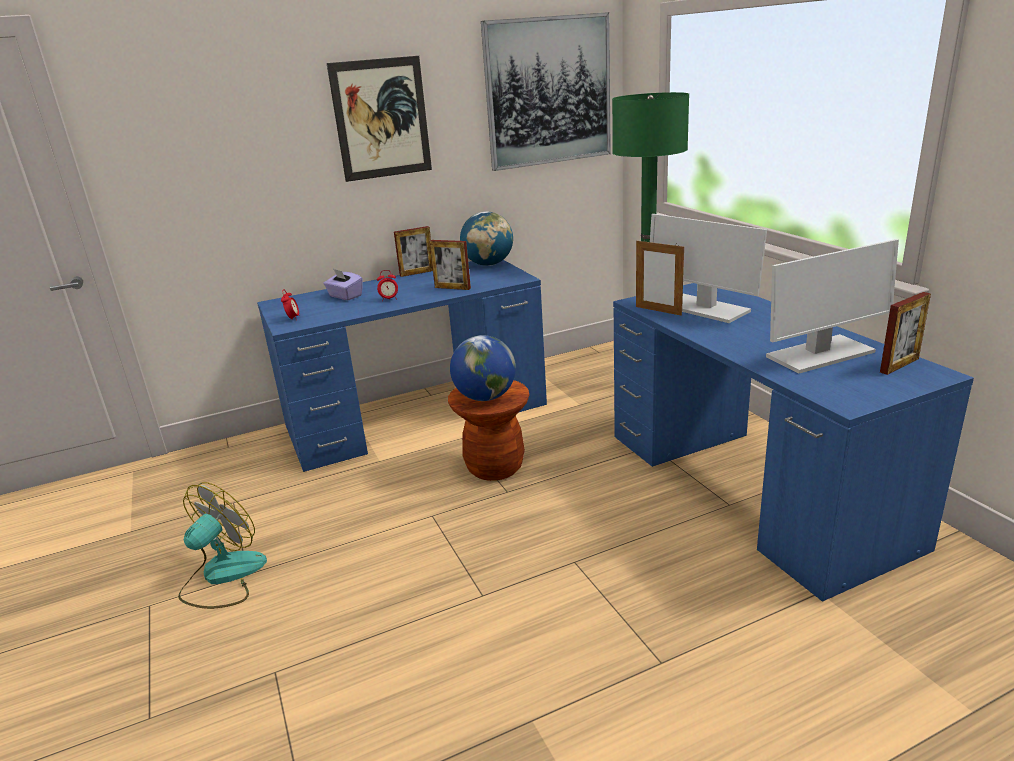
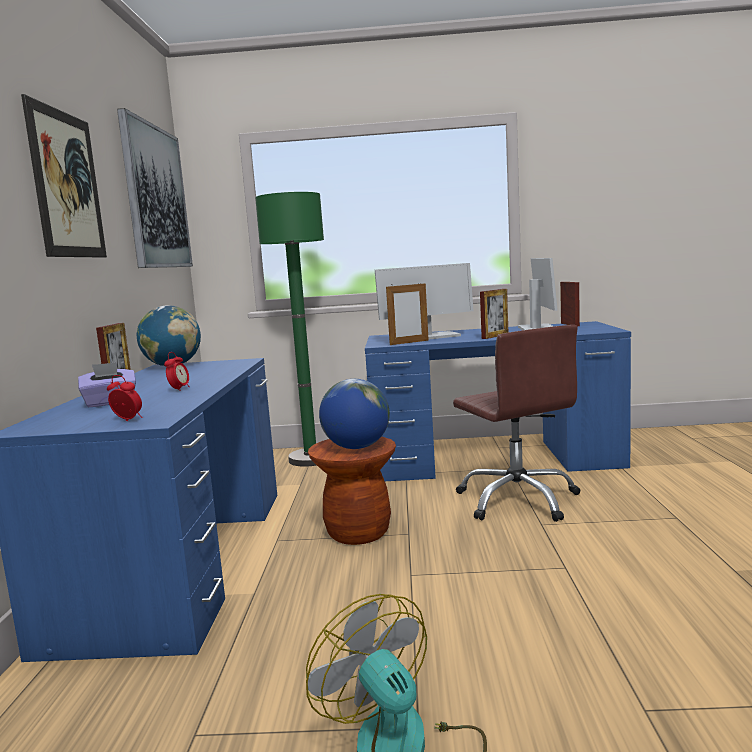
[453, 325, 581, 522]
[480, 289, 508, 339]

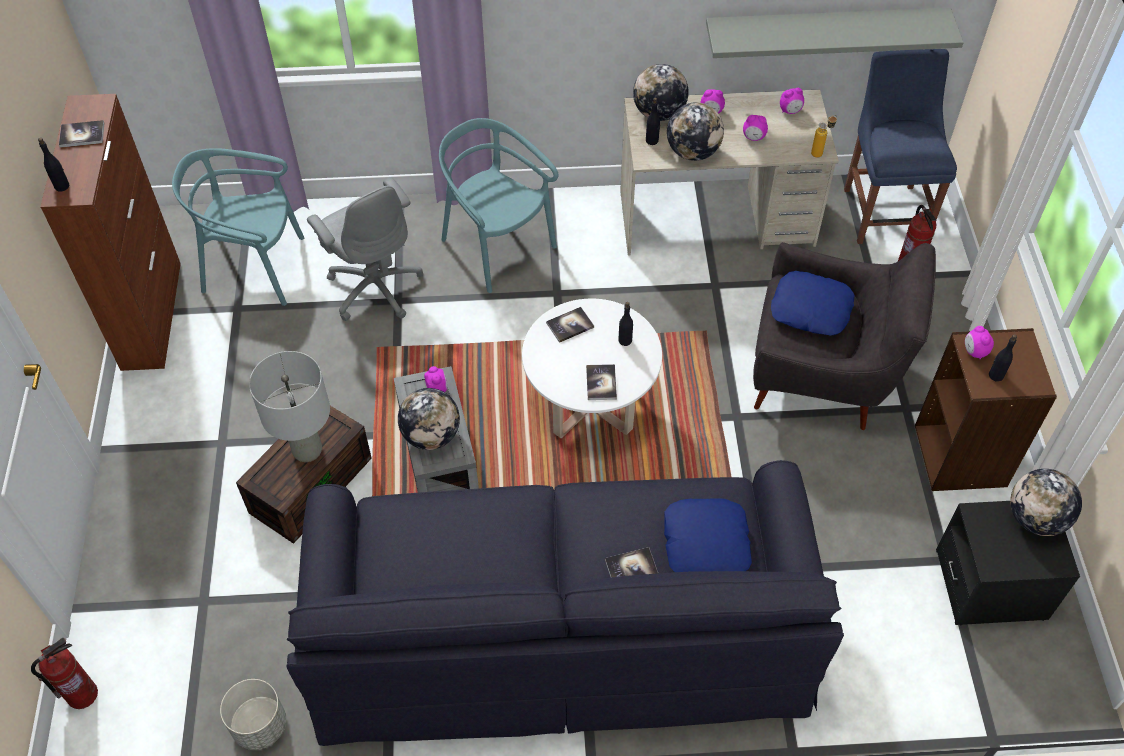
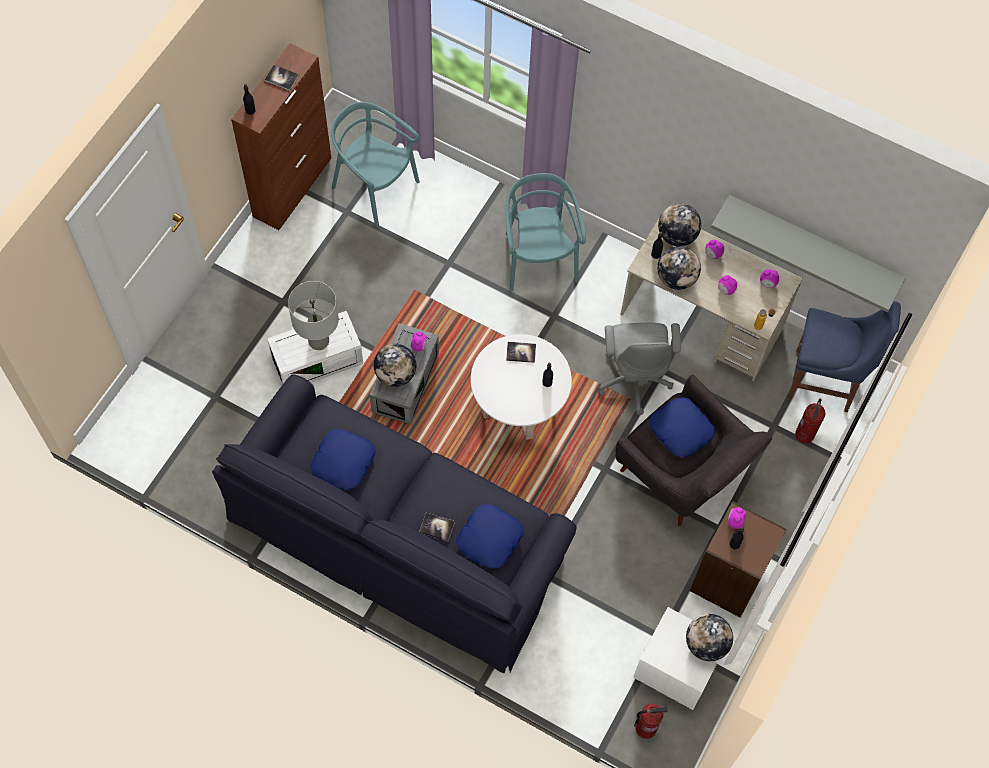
[267, 311, 363, 385]
[310, 429, 376, 490]
[599, 323, 681, 415]
[633, 607, 719, 710]
[634, 703, 668, 739]
[787, 302, 901, 412]
[220, 679, 286, 750] (first image)
[586, 364, 617, 400] (first image)

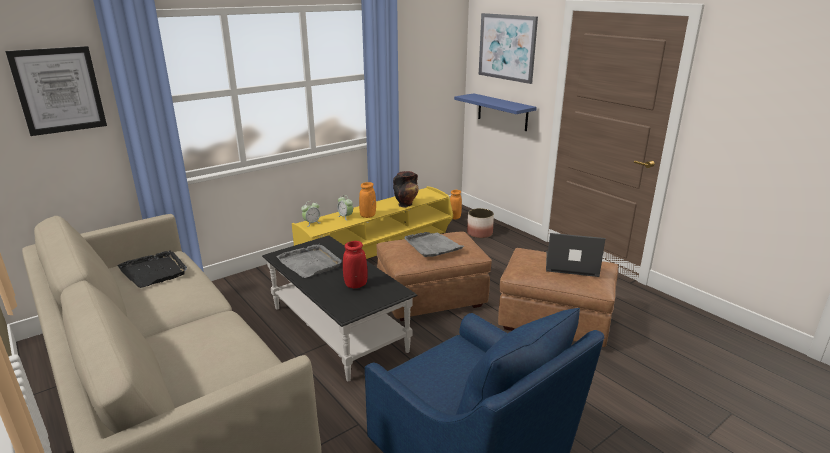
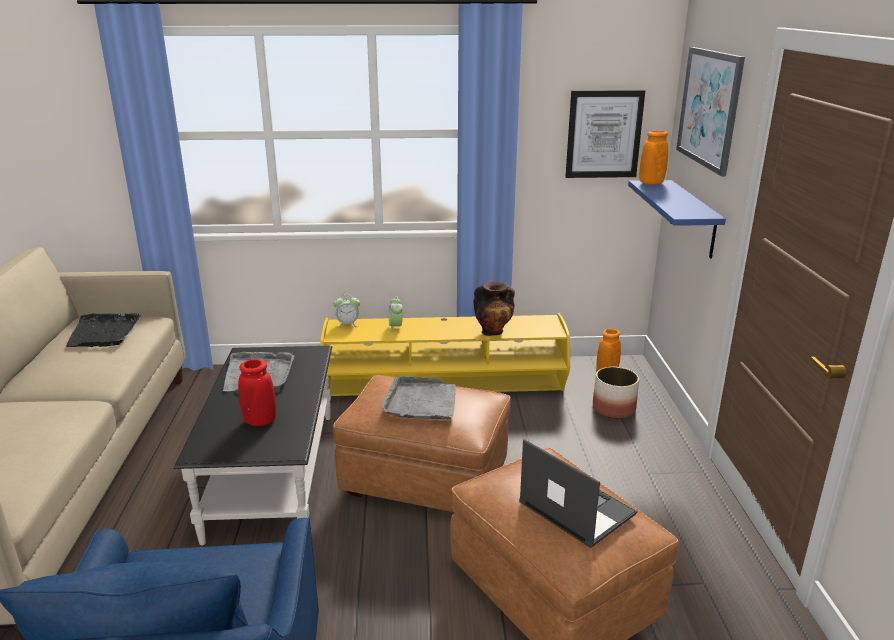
[565, 90, 645, 178]
[639, 131, 668, 185]

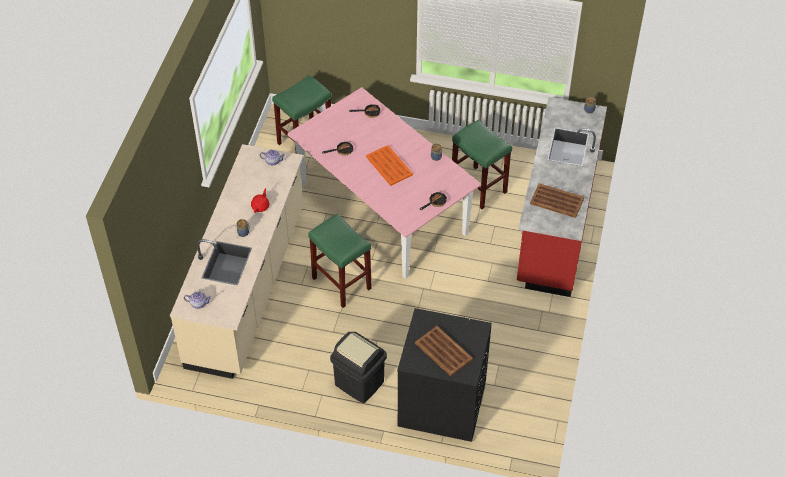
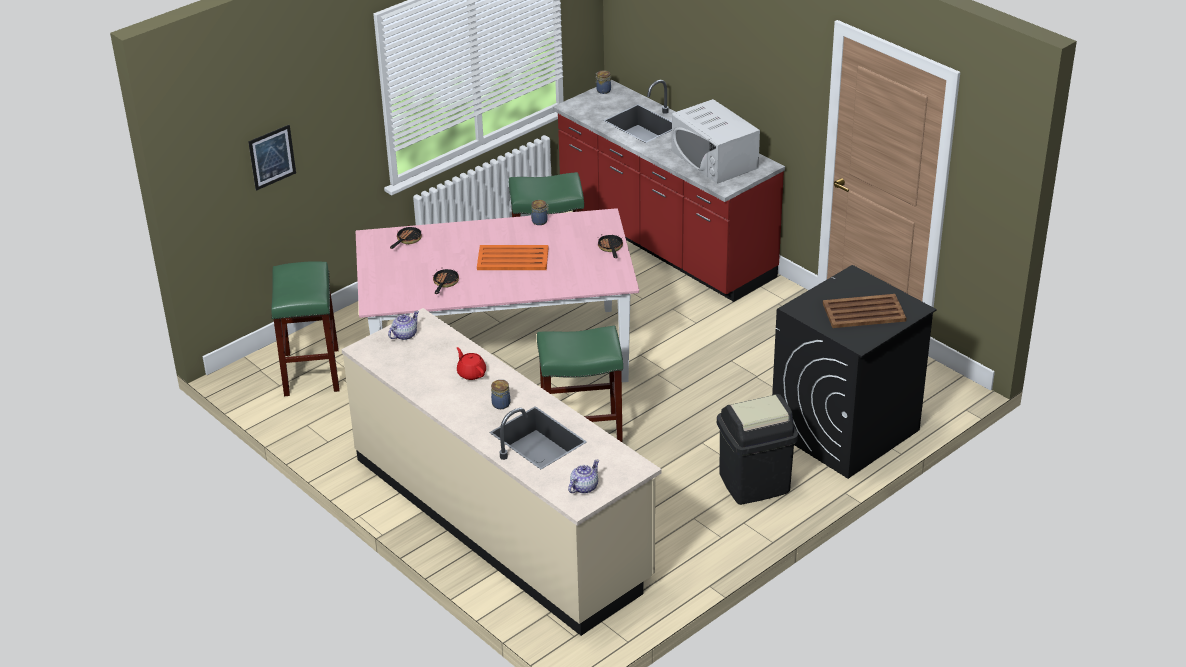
[248, 125, 296, 191]
[672, 99, 760, 184]

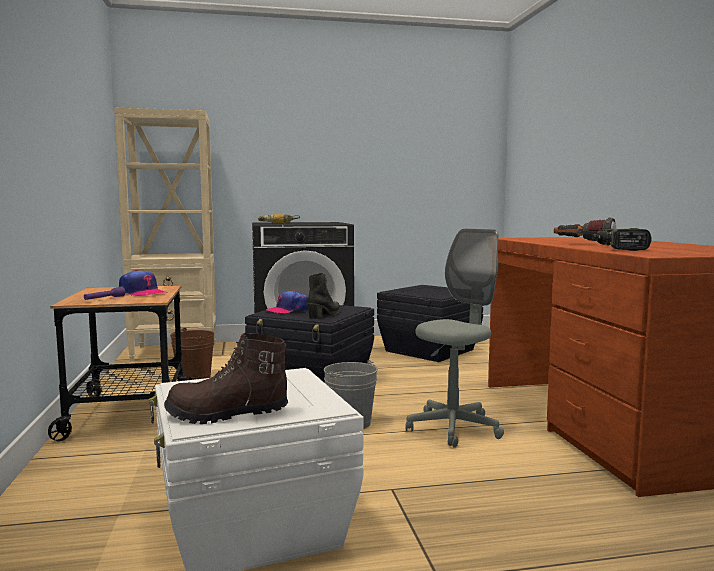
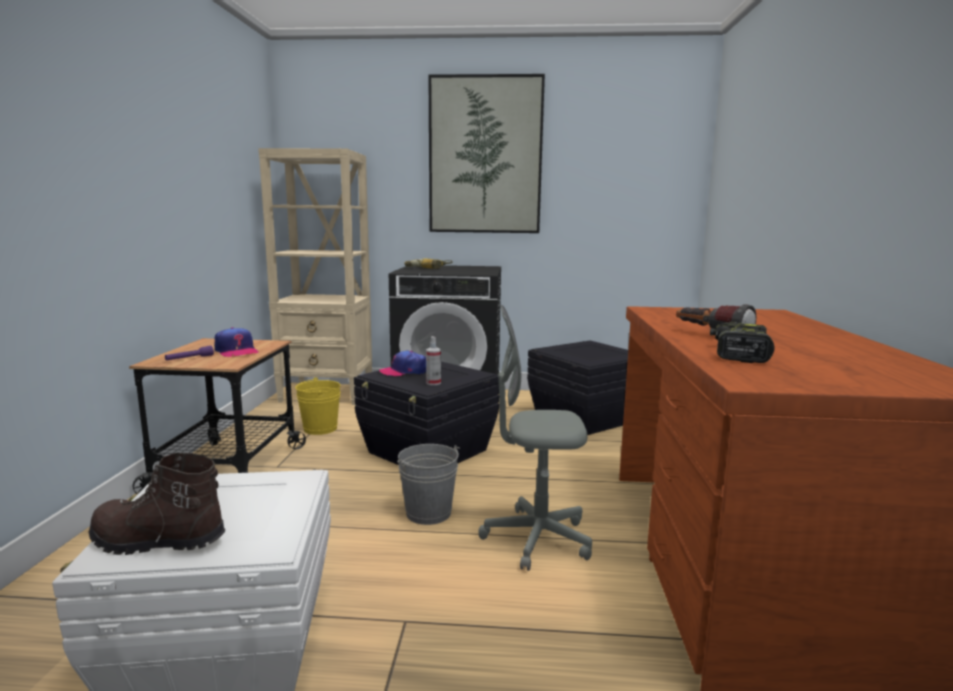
[295, 377, 341, 435]
[426, 336, 441, 385]
[428, 74, 545, 233]
[478, 305, 592, 571]

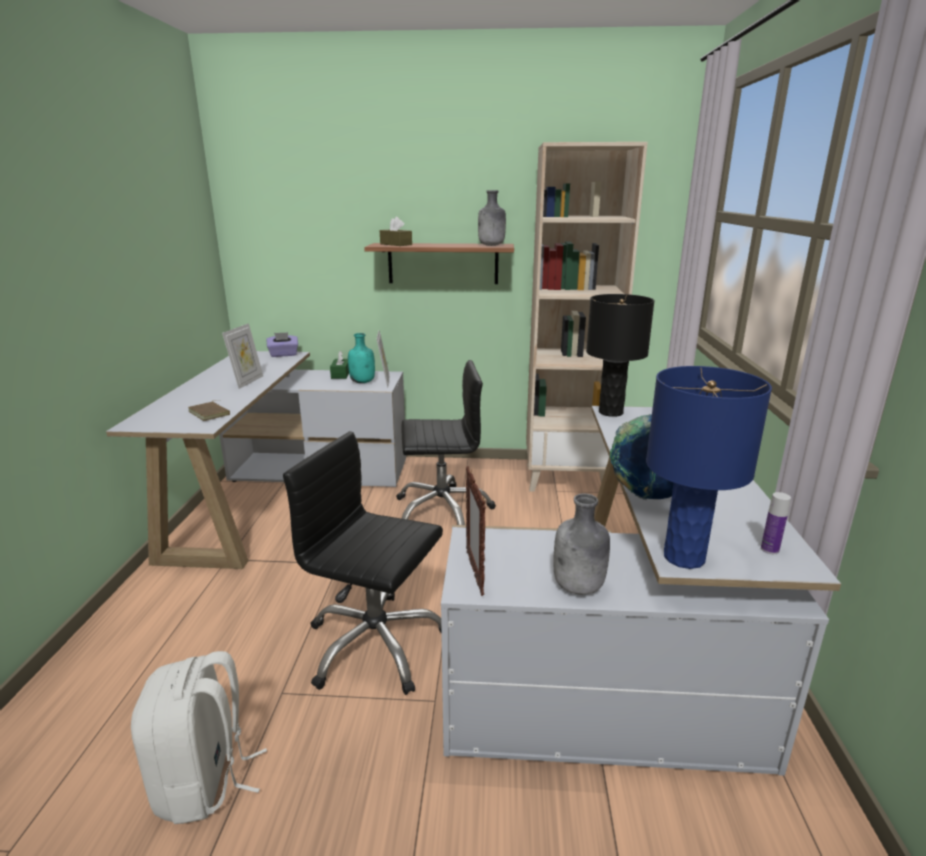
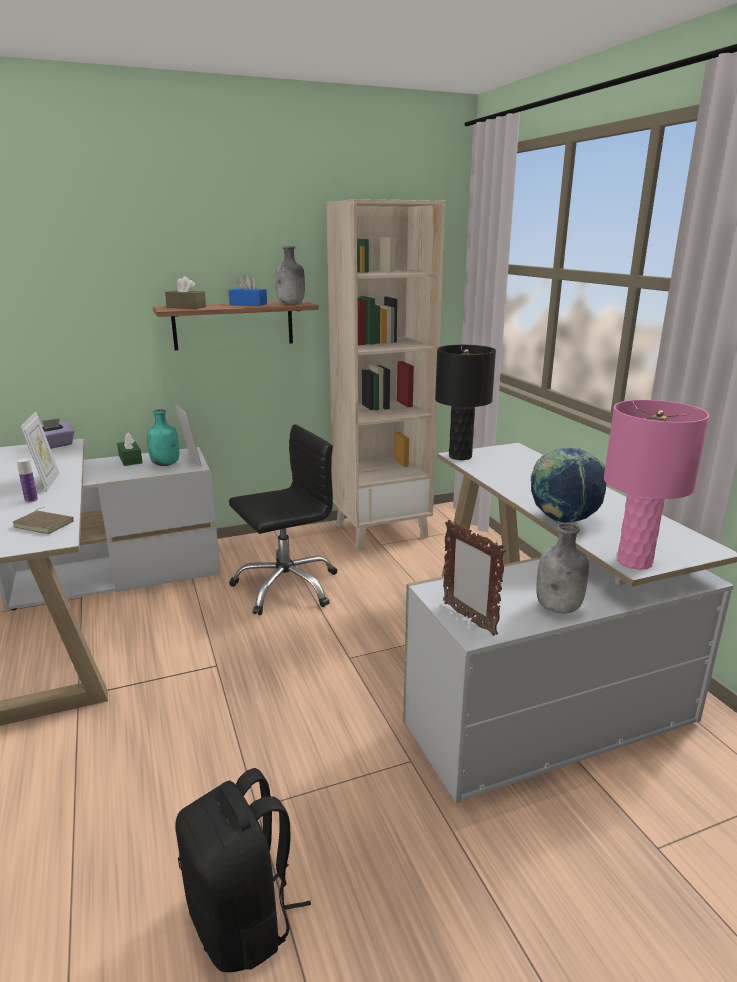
[17, 458, 38, 503]
[175, 768, 311, 972]
[228, 275, 267, 306]
[604, 400, 709, 570]
[283, 431, 443, 695] (first image)

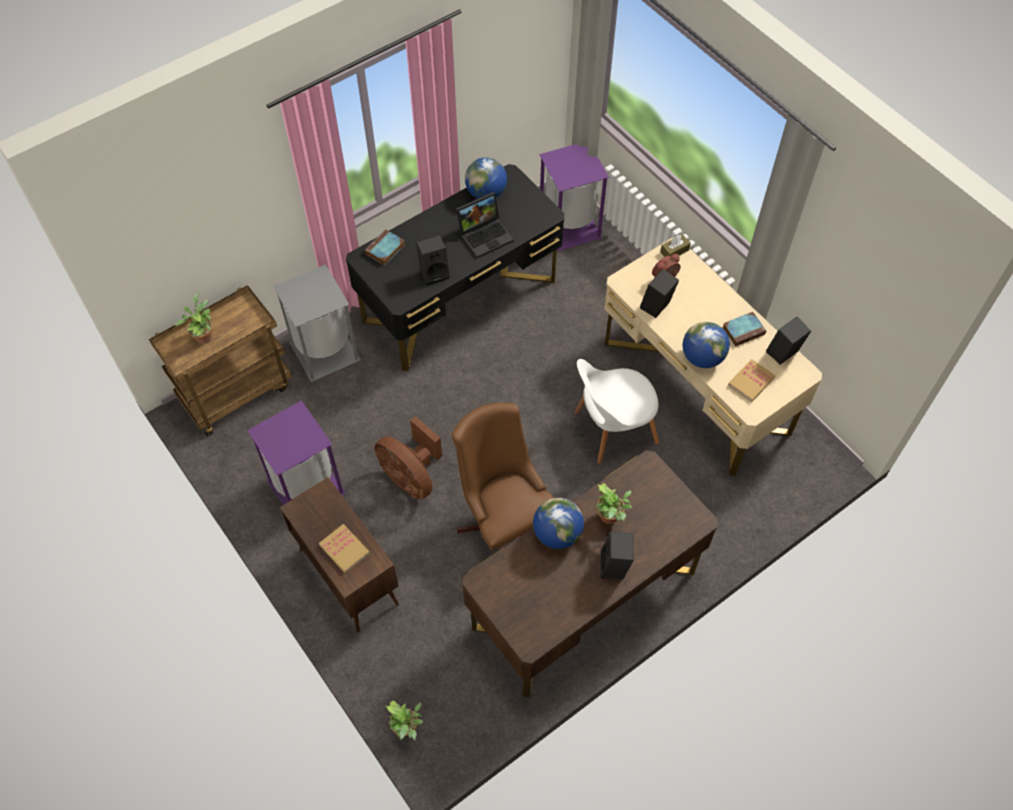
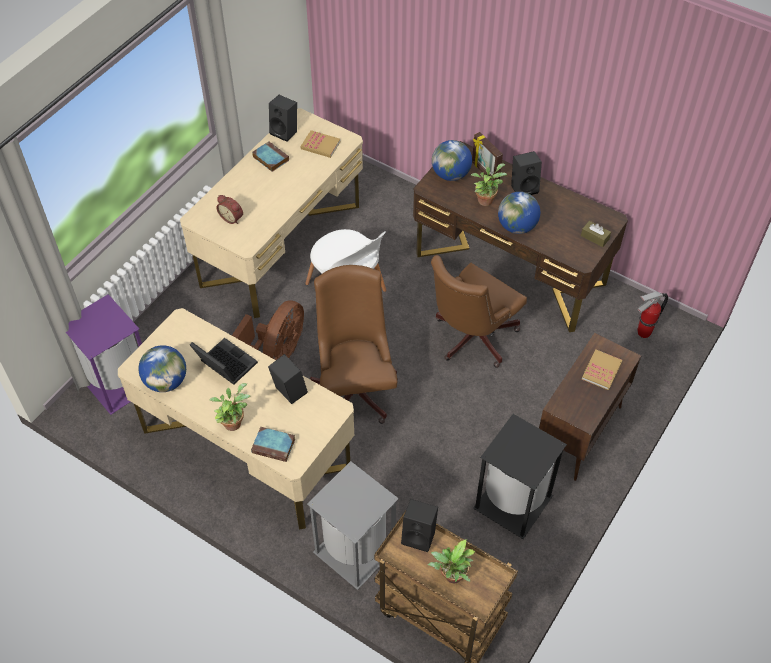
[118, 308, 354, 530]
[210, 383, 250, 431]
[232, 300, 304, 360]
[310, 265, 398, 424]
[401, 499, 438, 552]
[432, 140, 472, 181]
[472, 132, 503, 181]
[473, 414, 567, 539]
[581, 221, 611, 247]
[637, 292, 668, 338]

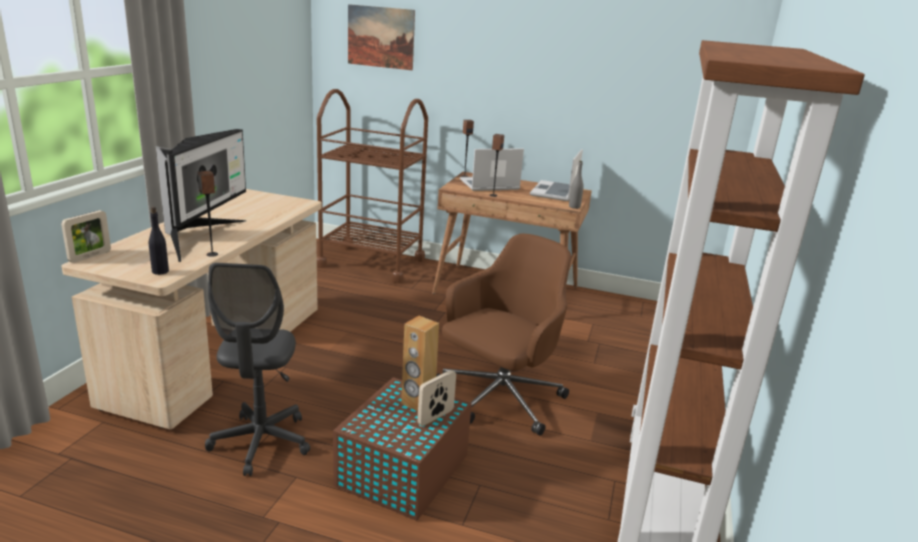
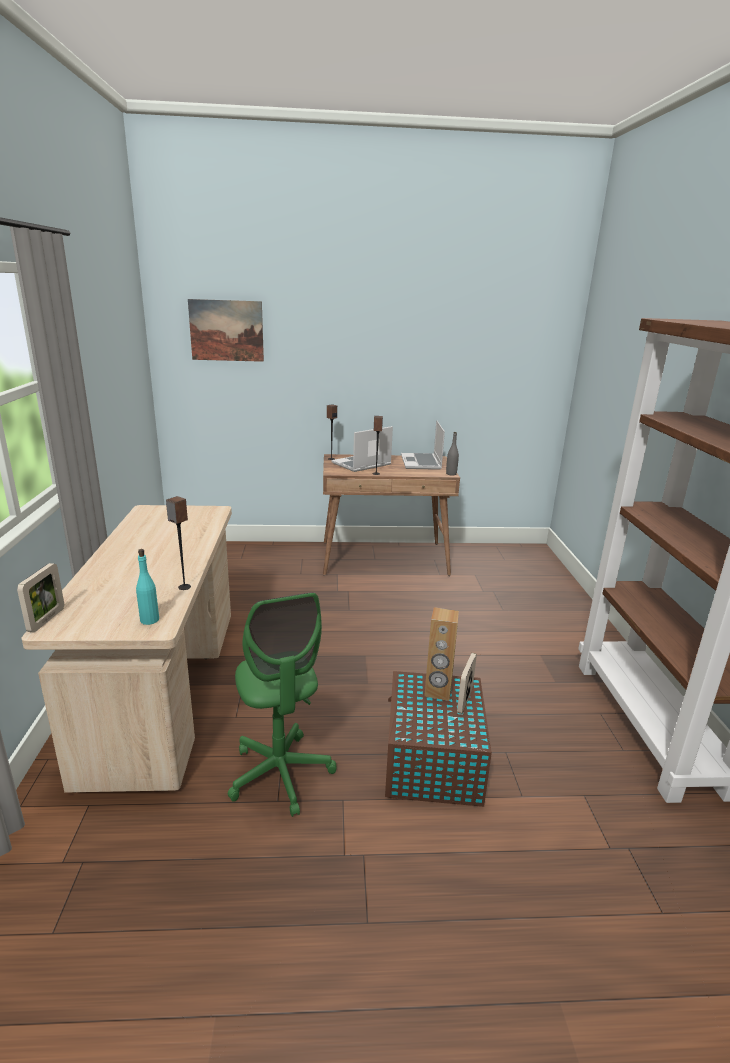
[136, 549, 159, 625]
[228, 592, 337, 817]
[156, 129, 246, 262] (first image)
[317, 89, 428, 283] (first image)
[436, 234, 571, 436] (first image)

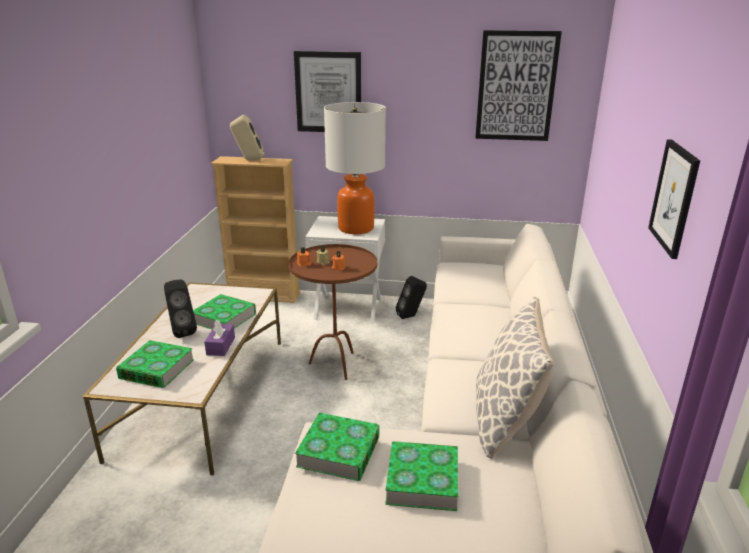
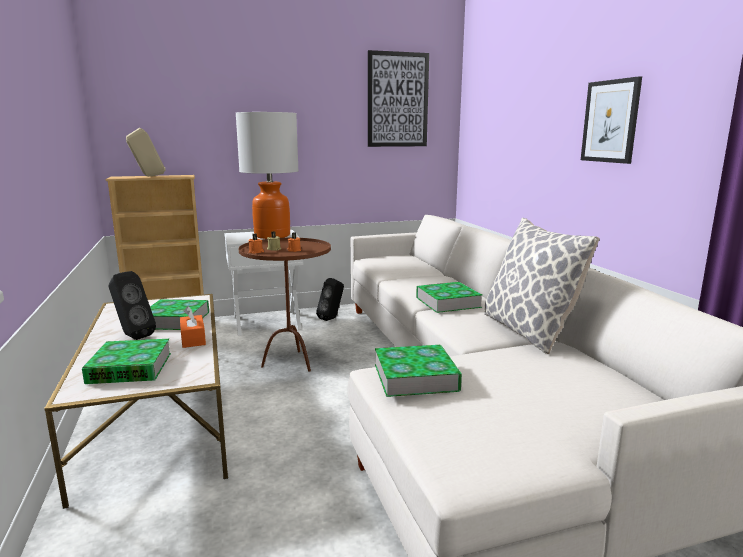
[180, 306, 206, 348]
[416, 282, 482, 313]
[294, 51, 361, 132] (first image)

